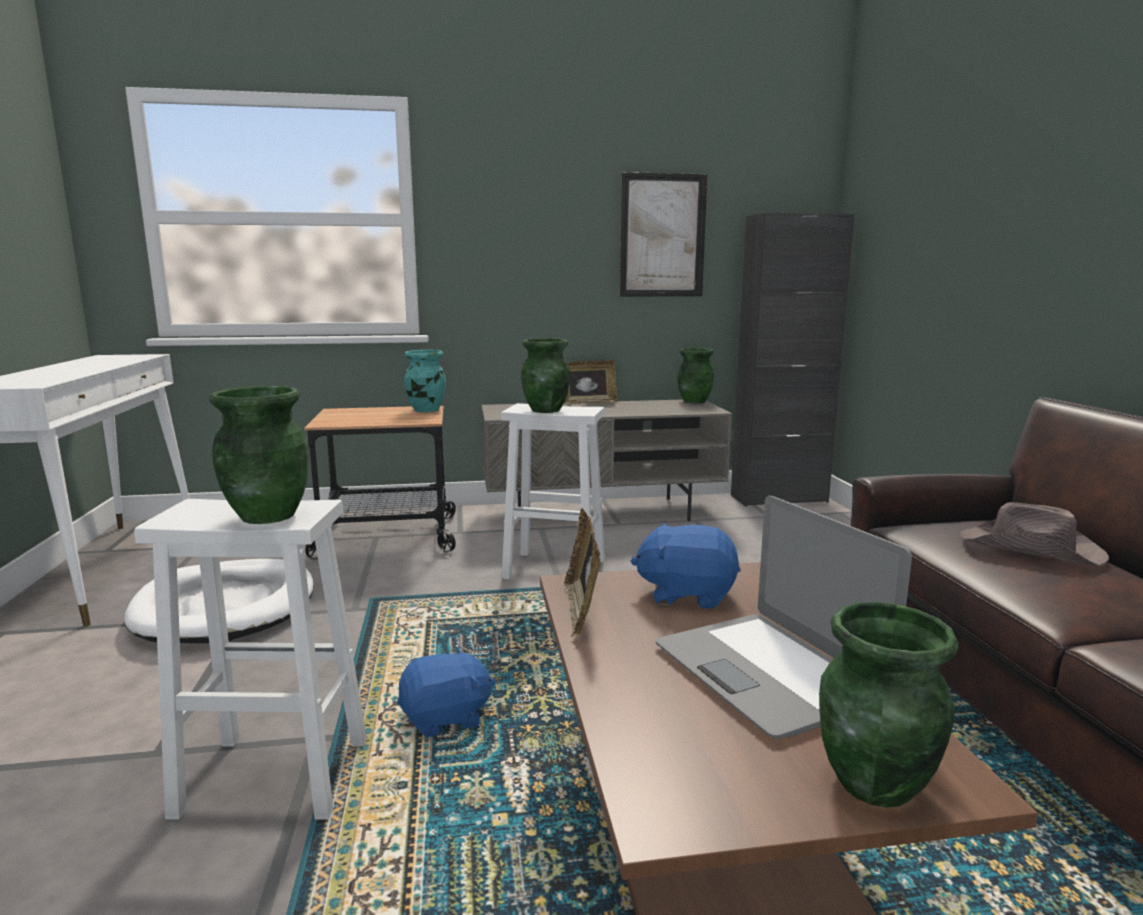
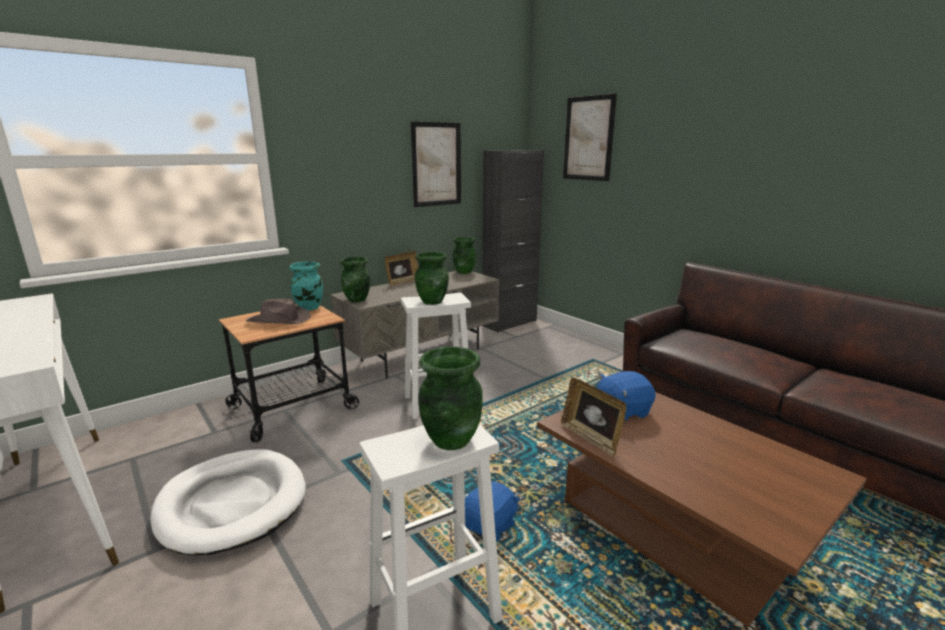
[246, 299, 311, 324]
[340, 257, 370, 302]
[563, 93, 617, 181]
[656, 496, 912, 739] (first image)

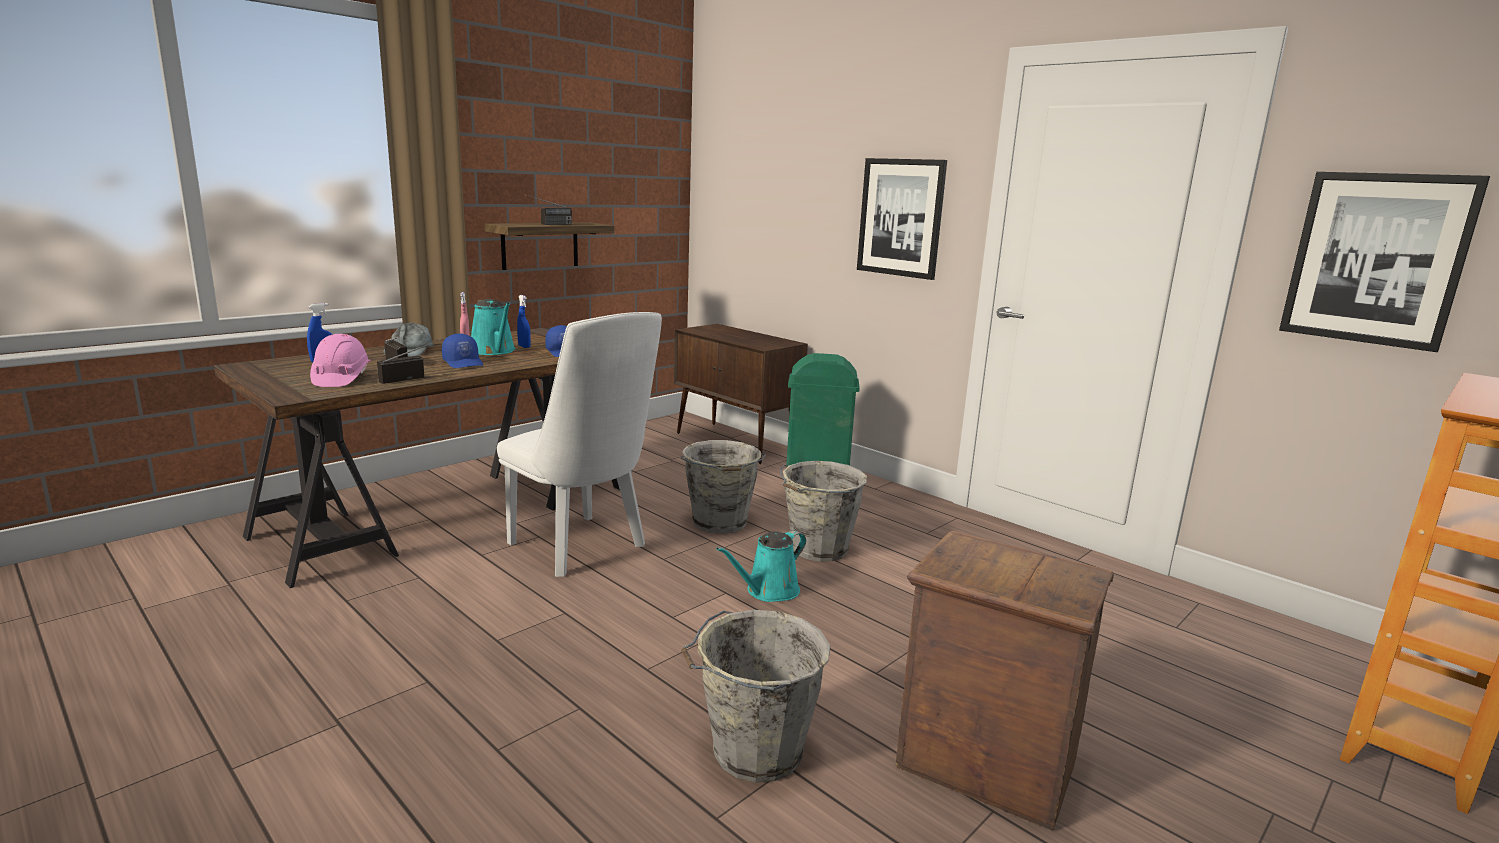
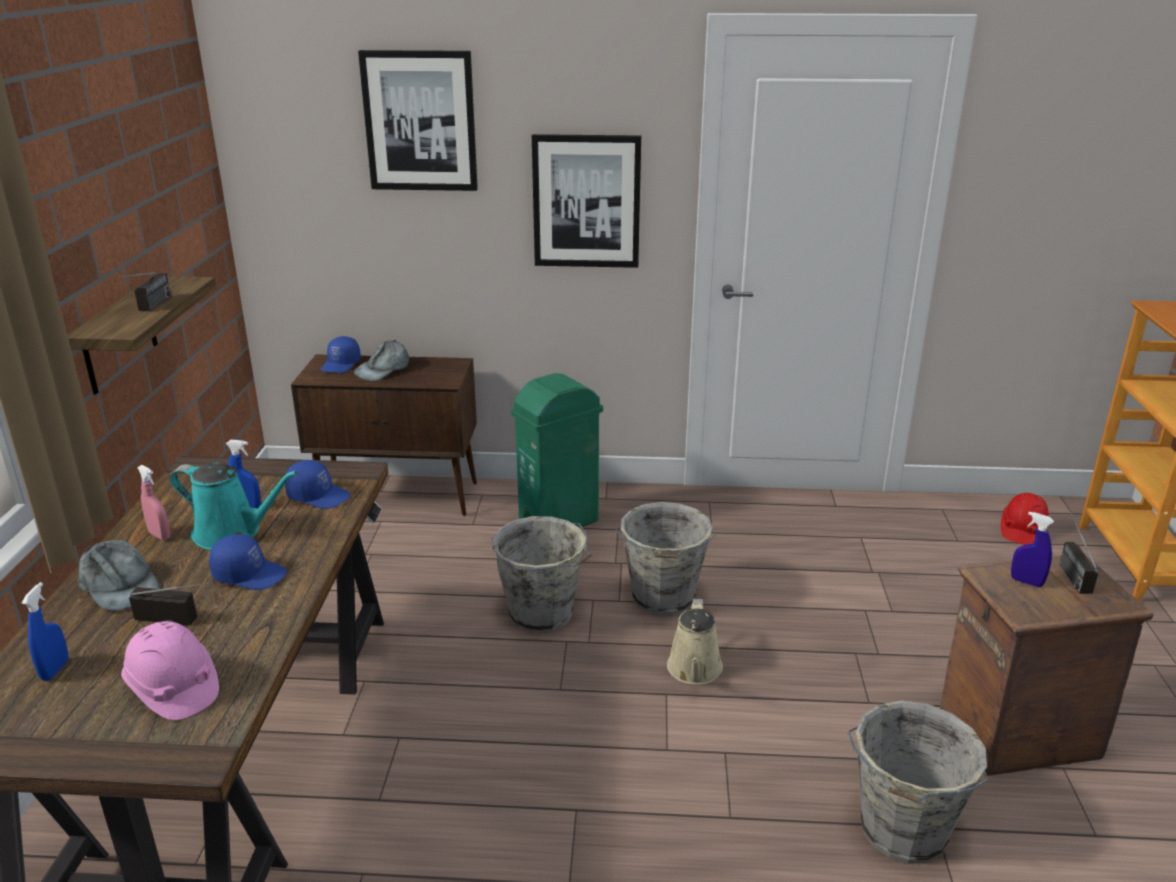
[321, 336, 361, 373]
[354, 340, 409, 381]
[358, 50, 478, 191]
[667, 599, 723, 685]
[1001, 493, 1049, 545]
[1011, 512, 1054, 587]
[1060, 510, 1098, 594]
[497, 312, 662, 577] (first image)

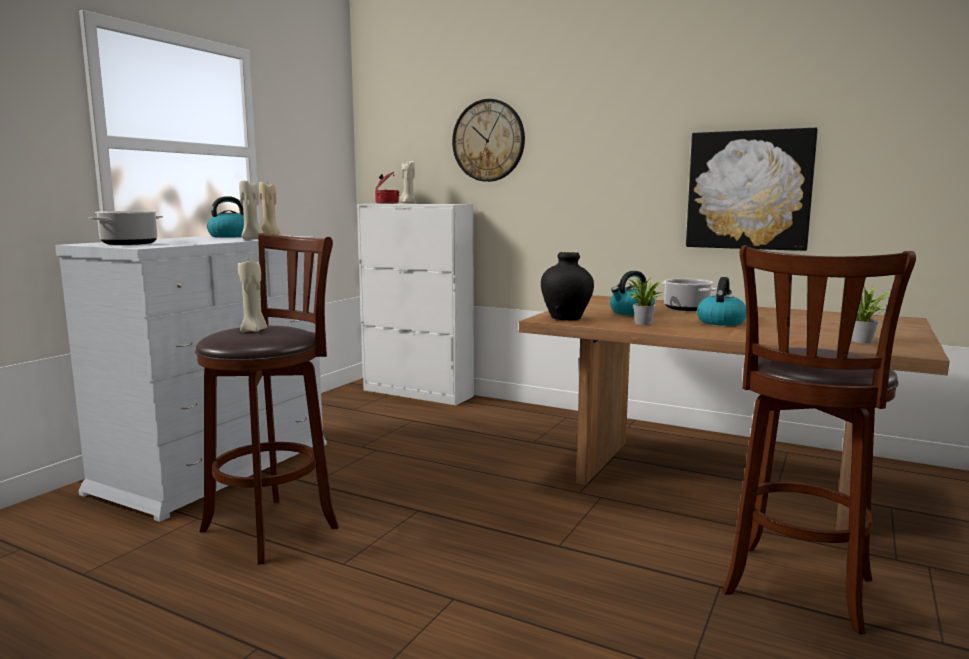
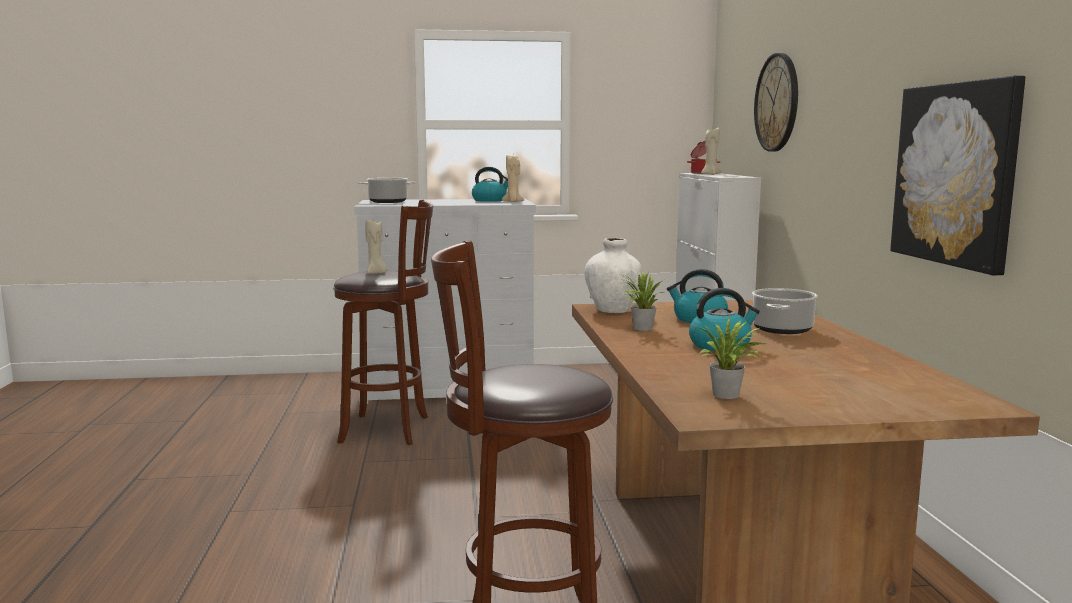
[584, 238, 643, 313]
[239, 181, 264, 239] (first image)

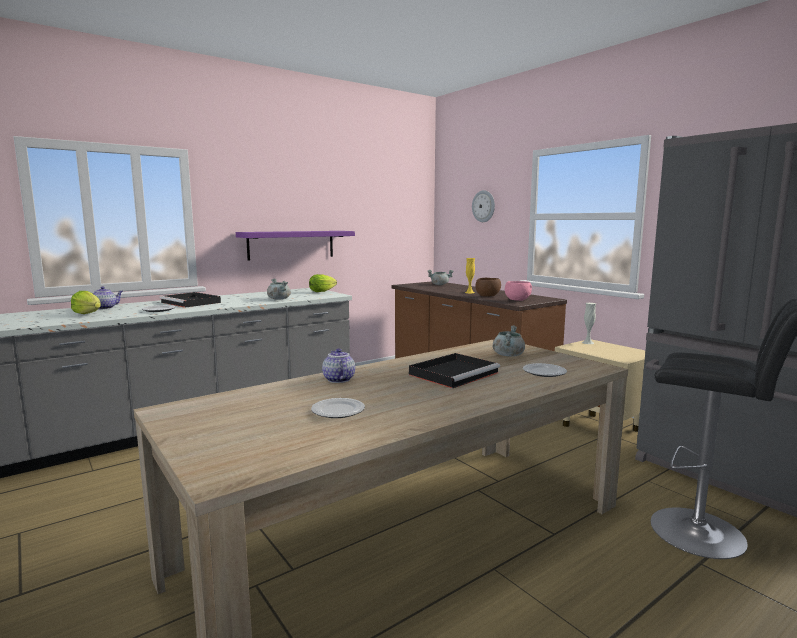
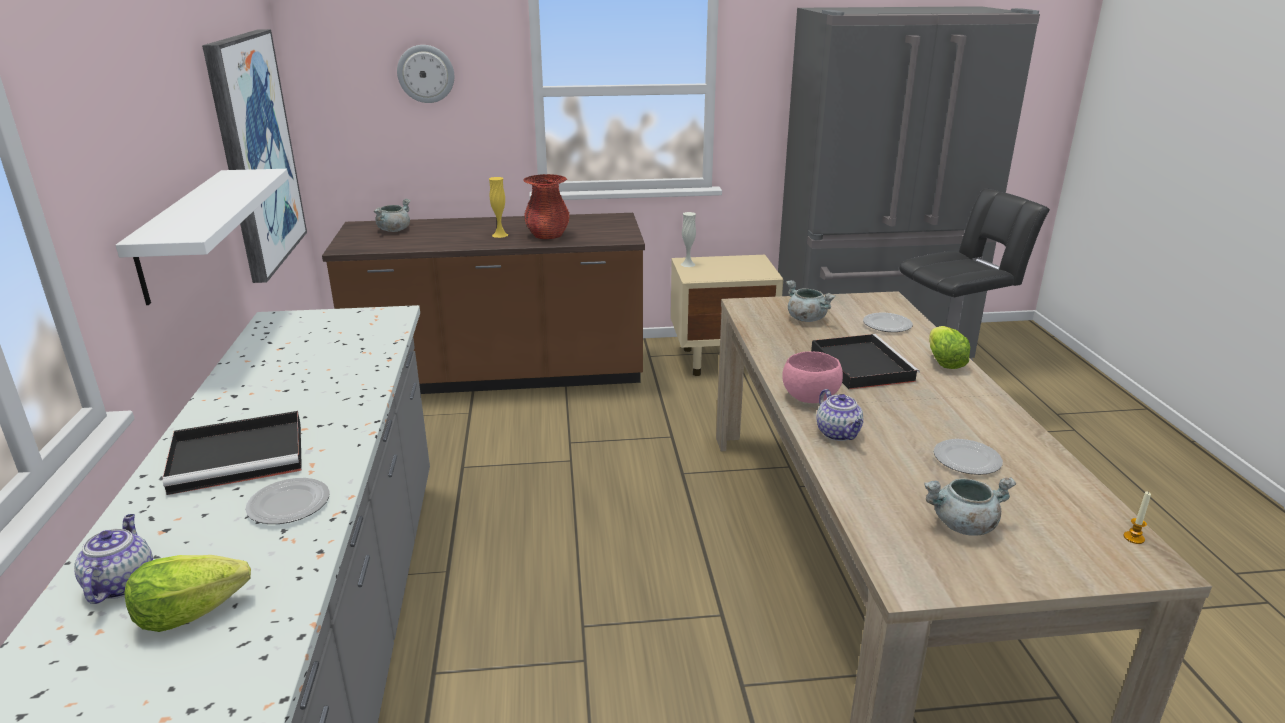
[116, 169, 289, 305]
[202, 29, 307, 283]
[523, 174, 570, 239]
[782, 351, 843, 403]
[816, 389, 864, 441]
[924, 477, 1016, 536]
[929, 326, 970, 369]
[1124, 491, 1151, 544]

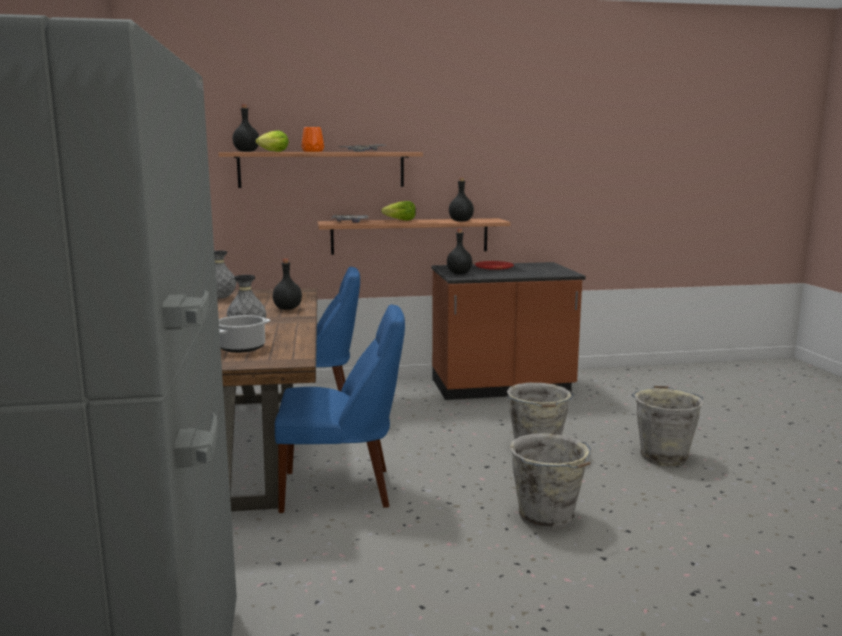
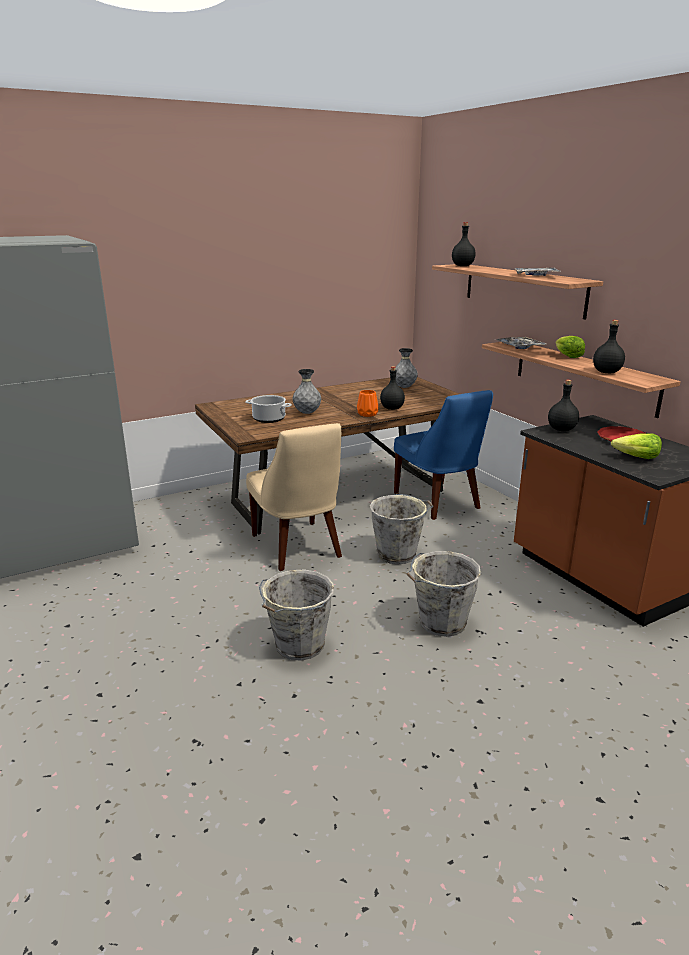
[246, 423, 342, 571]
[357, 390, 378, 417]
[370, 494, 433, 564]
[611, 433, 662, 459]

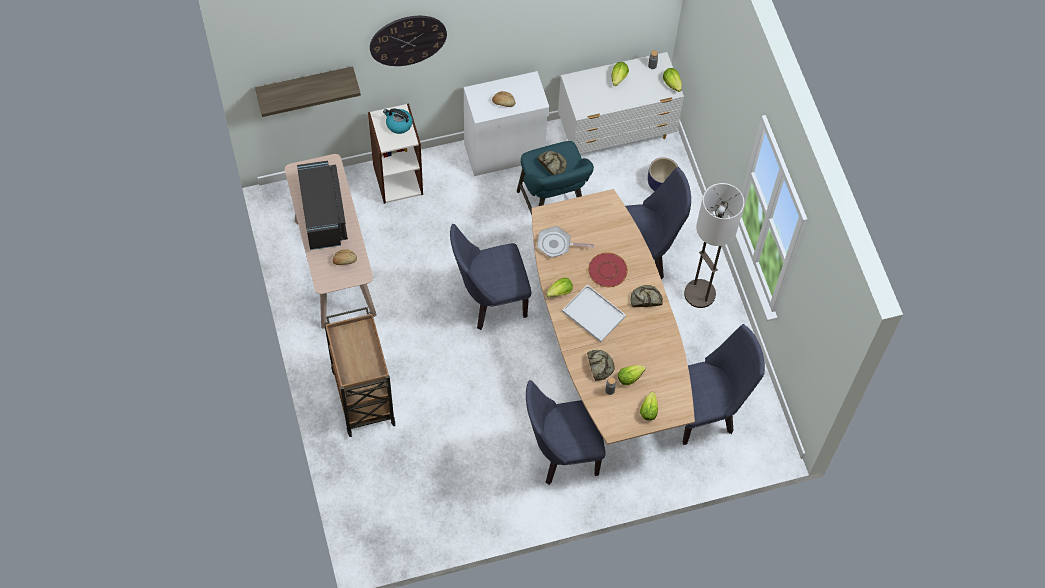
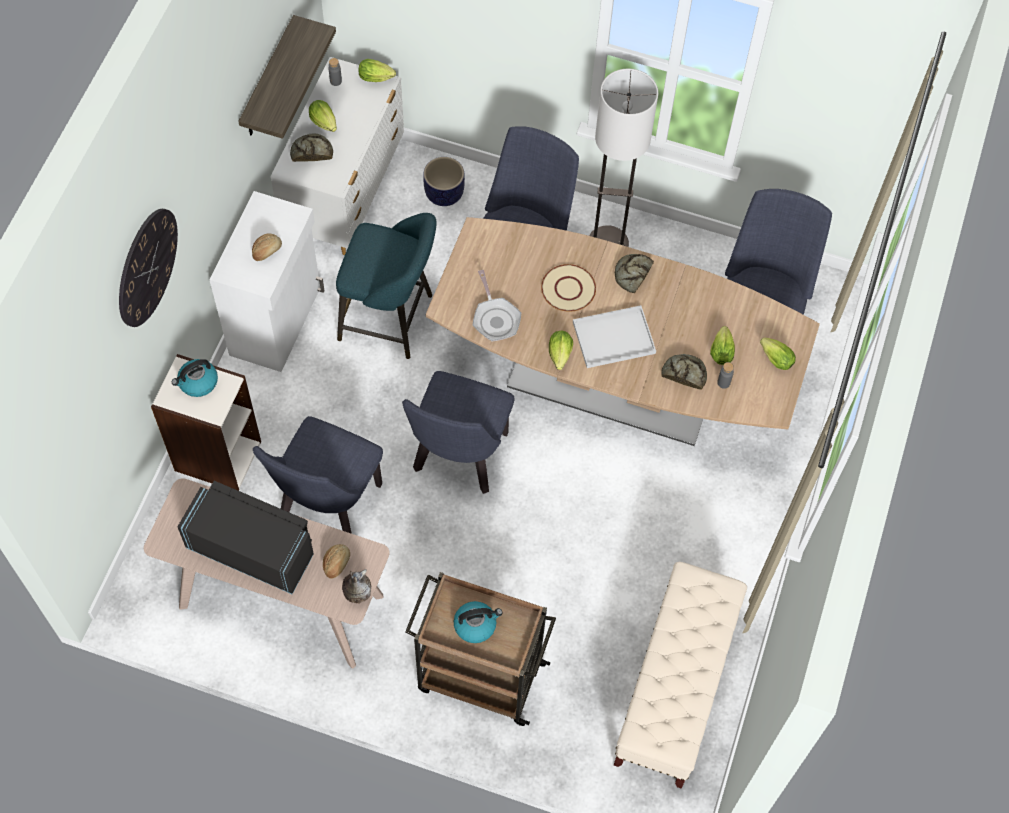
[238, 15, 336, 139]
[253, 416, 383, 534]
[290, 133, 333, 162]
[342, 569, 371, 604]
[454, 601, 503, 643]
[473, 270, 521, 341]
[541, 264, 596, 312]
[614, 562, 747, 788]

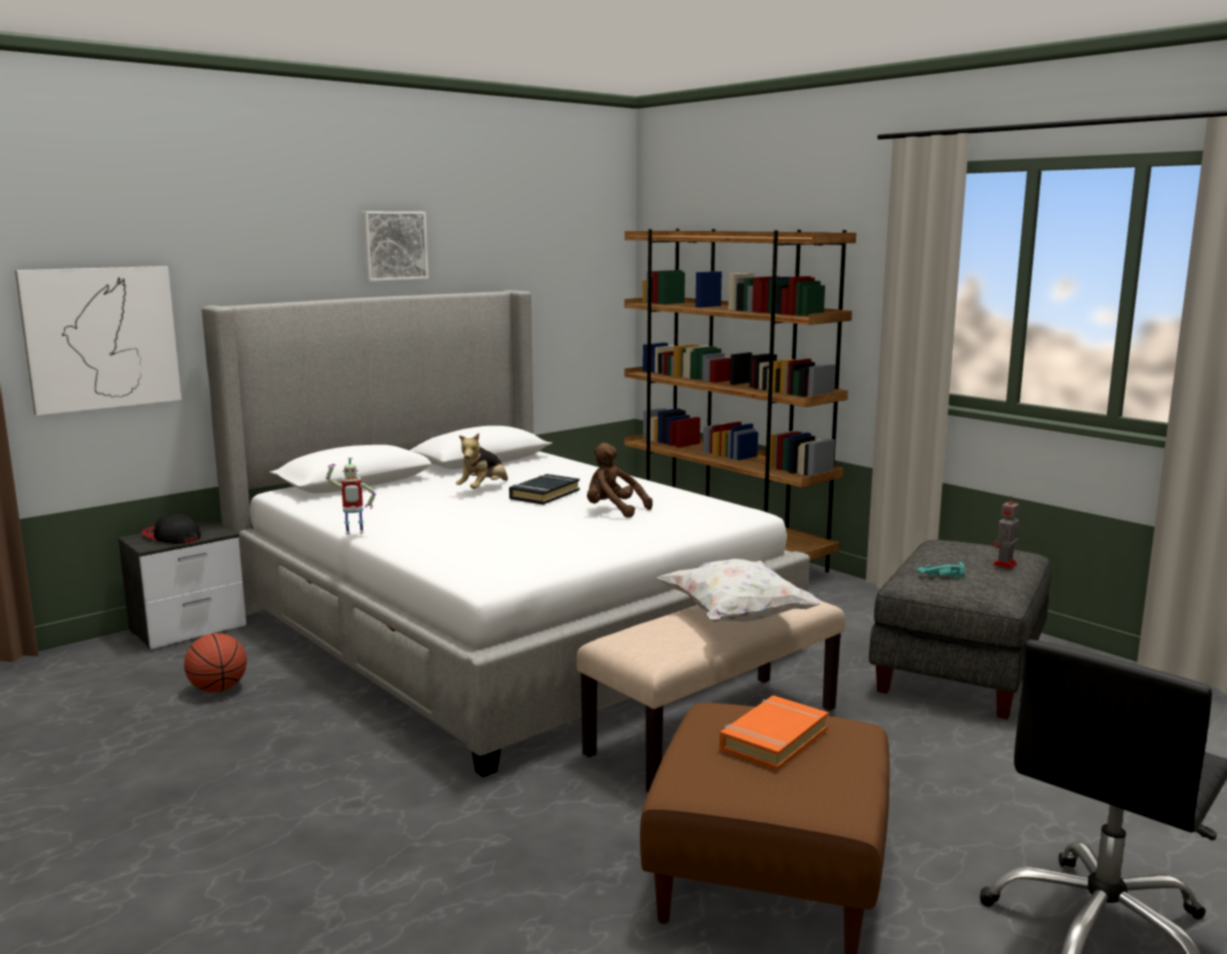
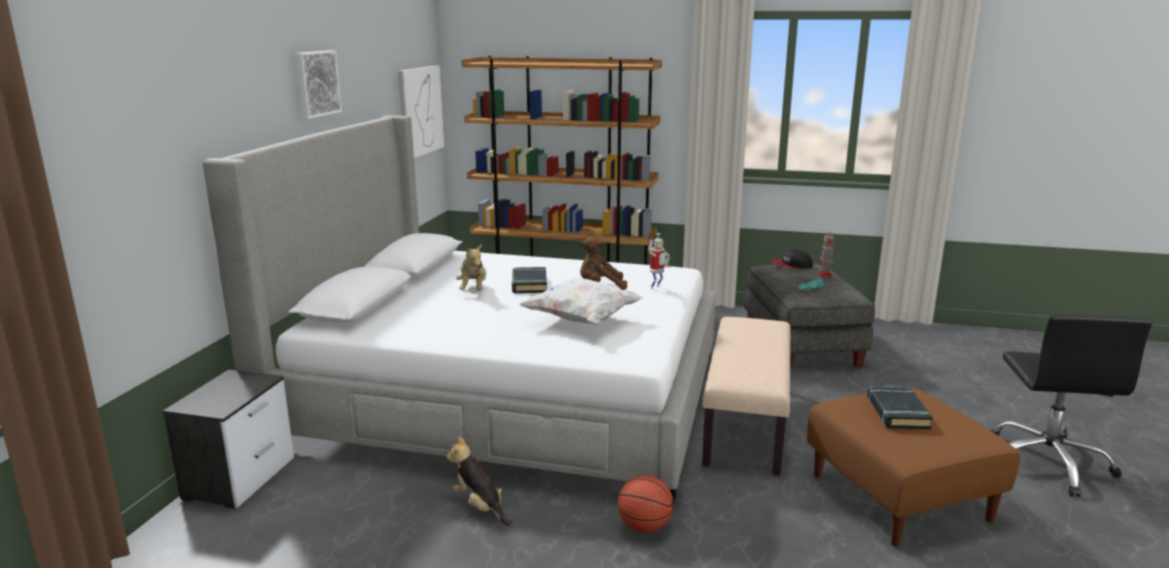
[398, 66, 444, 158]
[447, 436, 512, 526]
[519, 278, 643, 325]
[618, 475, 674, 533]
[648, 233, 670, 289]
[771, 250, 813, 268]
[867, 386, 933, 429]

